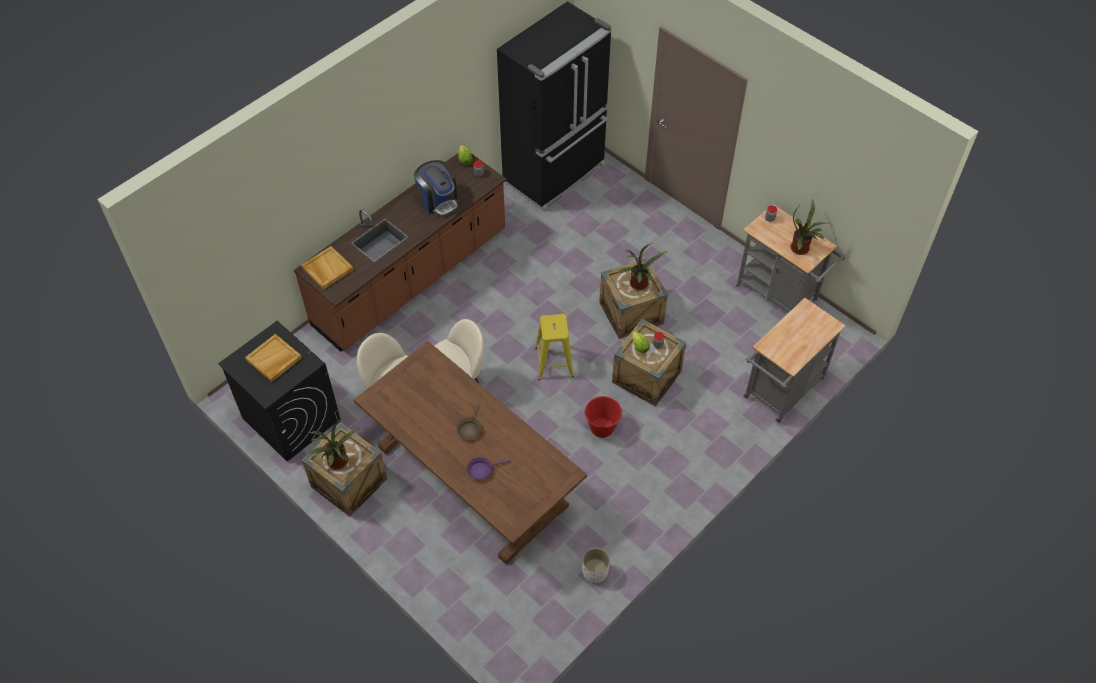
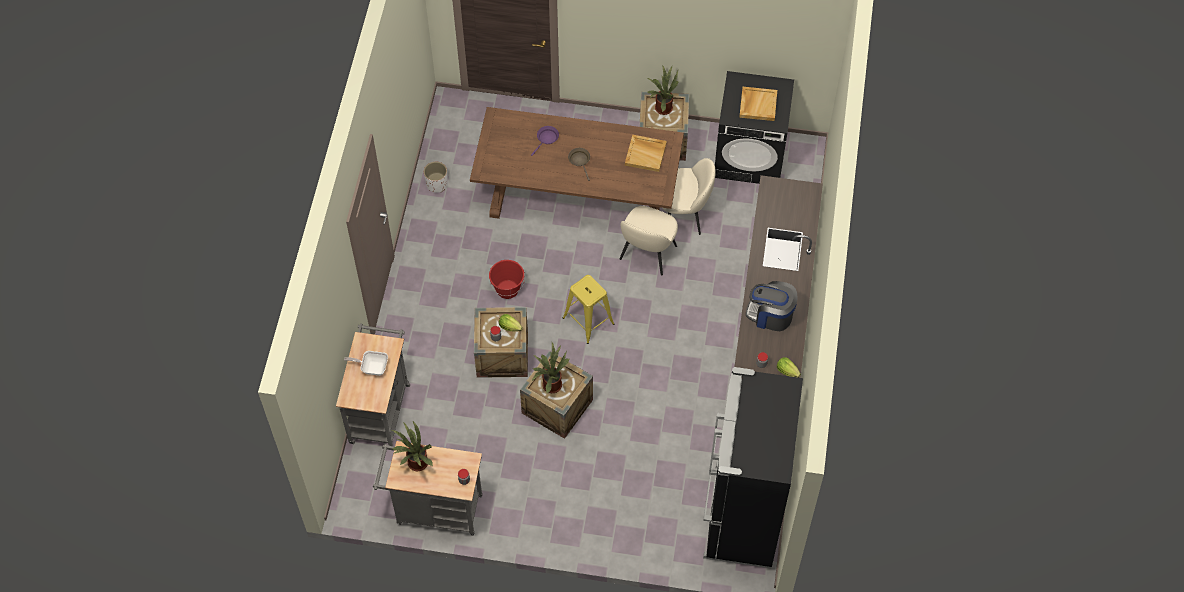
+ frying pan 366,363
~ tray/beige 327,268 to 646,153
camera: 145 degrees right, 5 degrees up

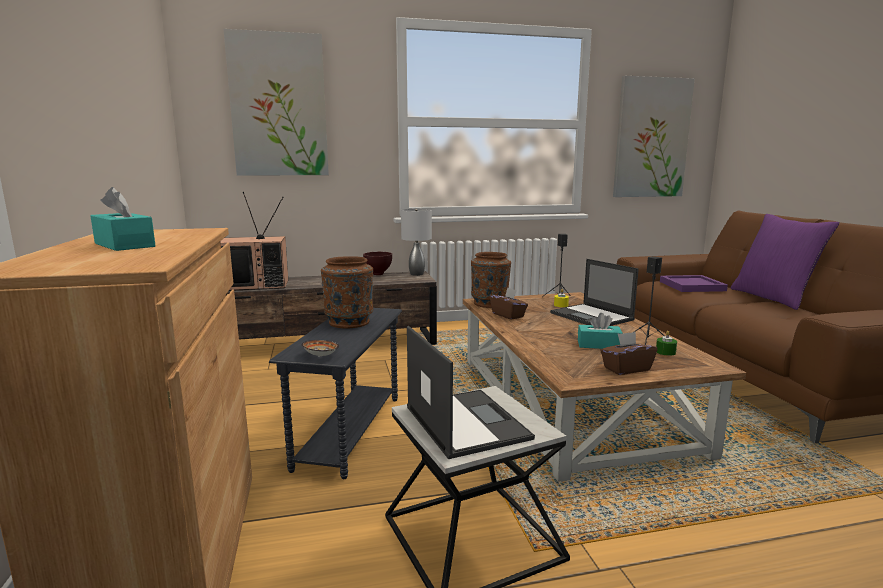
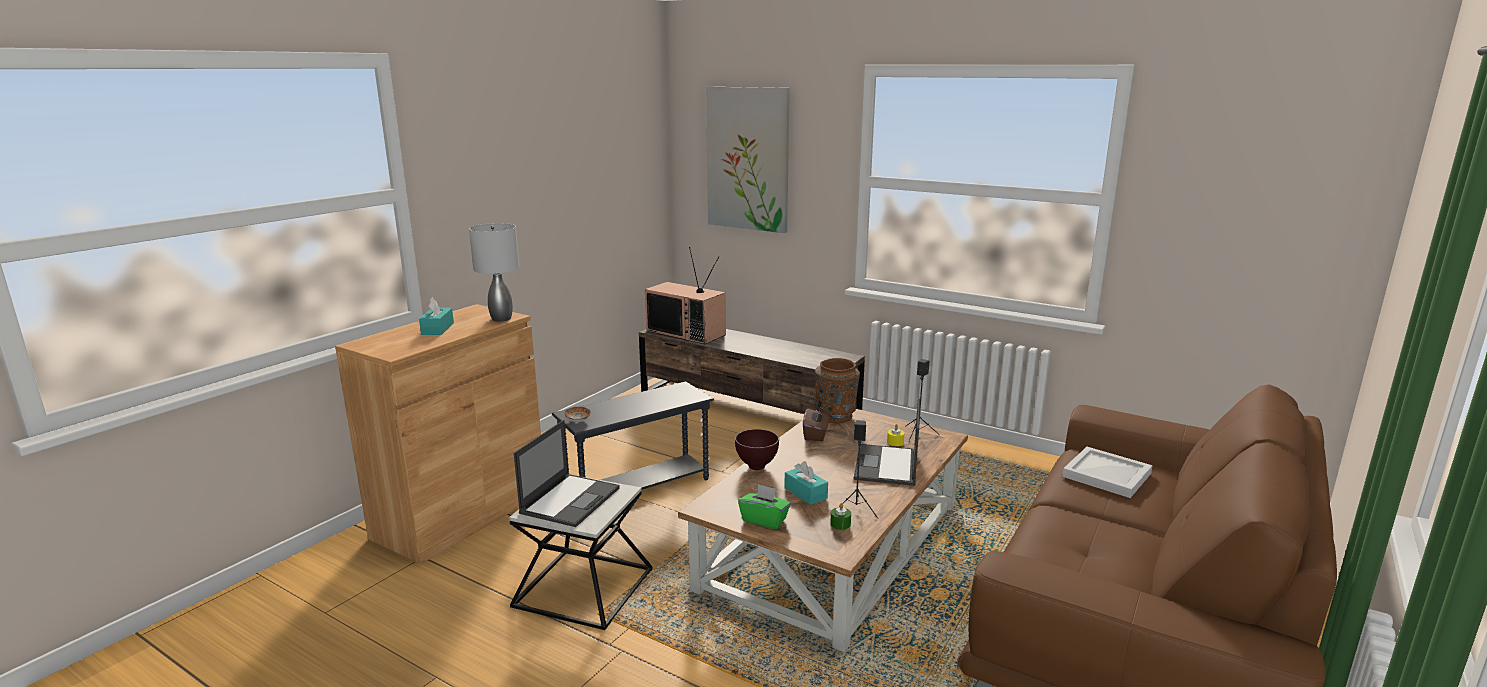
- vase/brown 347,292
- picture 654,136
- pillow/purple 785,262
~ bowl/brown 377,263 to 757,449
~ table lamp/grey 416,242 to 494,272
~ tissue box/brown 629,353 to tissue box/green 764,506
~ tray/purple 694,283 to tray/white 1107,472
camera: 45 degrees right, 5 degrees up

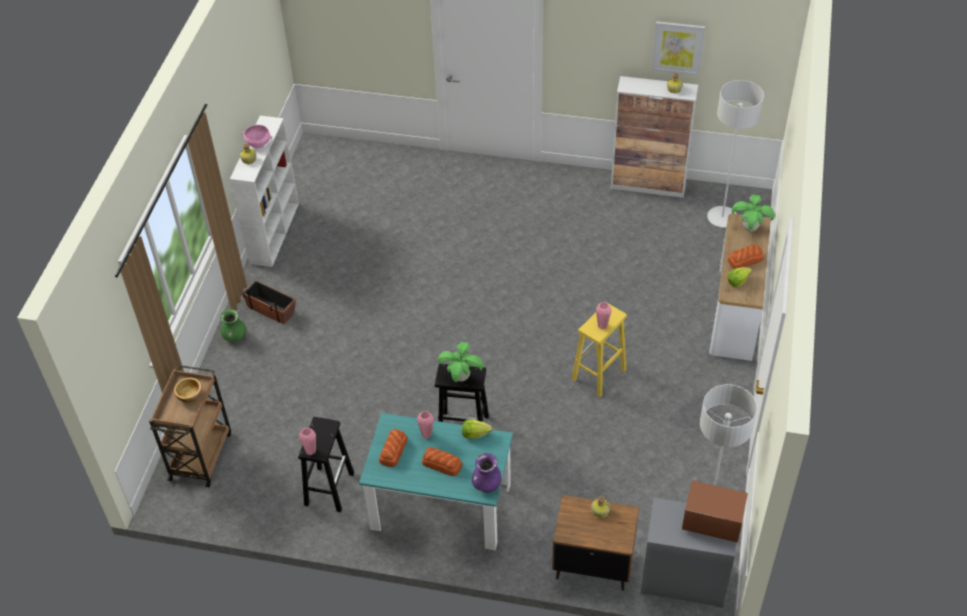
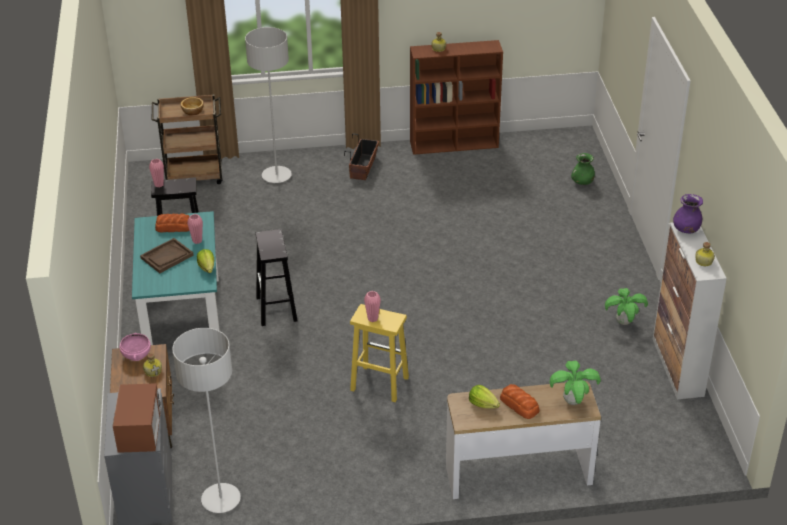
- picture 678,48
~ vase/green 233,325 to 583,169
~ bowl/pink 257,136 to 135,347
~ potted plant 460,362 to 626,306
~ vase/purple 487,473 to 688,213
~ floor lamp/grey 735,153 to 268,105
~ bread 442,461 to tray/brown 167,255
~ bookcase/white 264,191 to bookcase/brown 456,97
camera: 70 degrees right, 10 degrees down

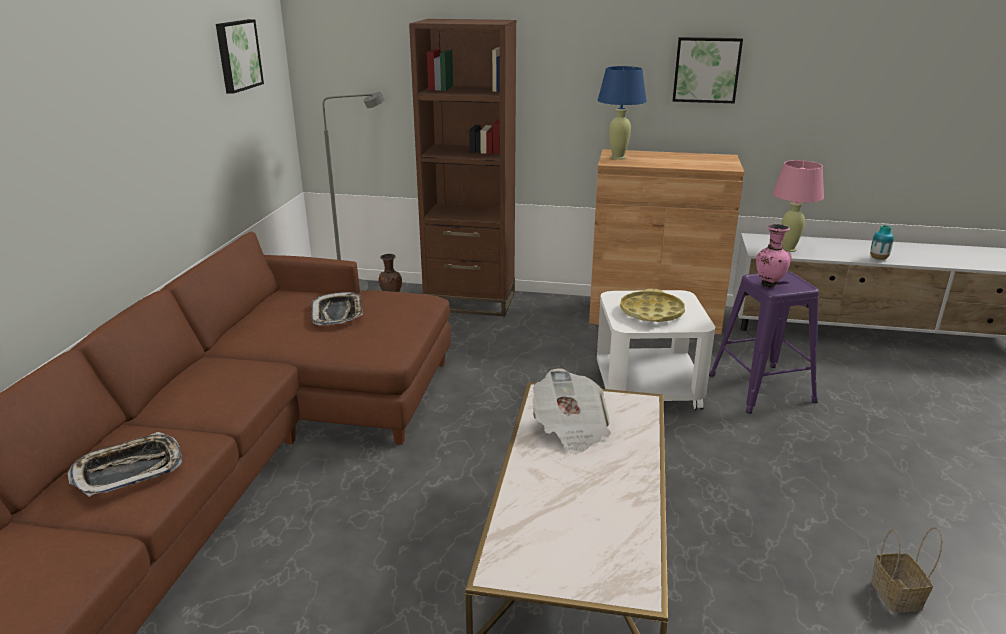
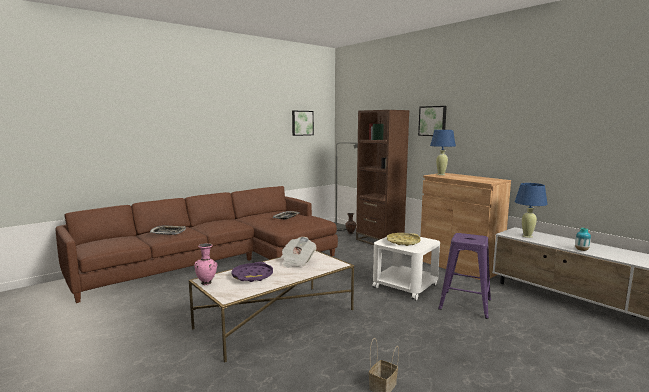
+ tray/purple 252,272
~ picture 708,70 to 432,121
~ vase/pink 774,256 to 206,264
~ table lamp/pink 798,206 to table lamp/blue 531,210
camera: 40 degrees right, 15 degrees down

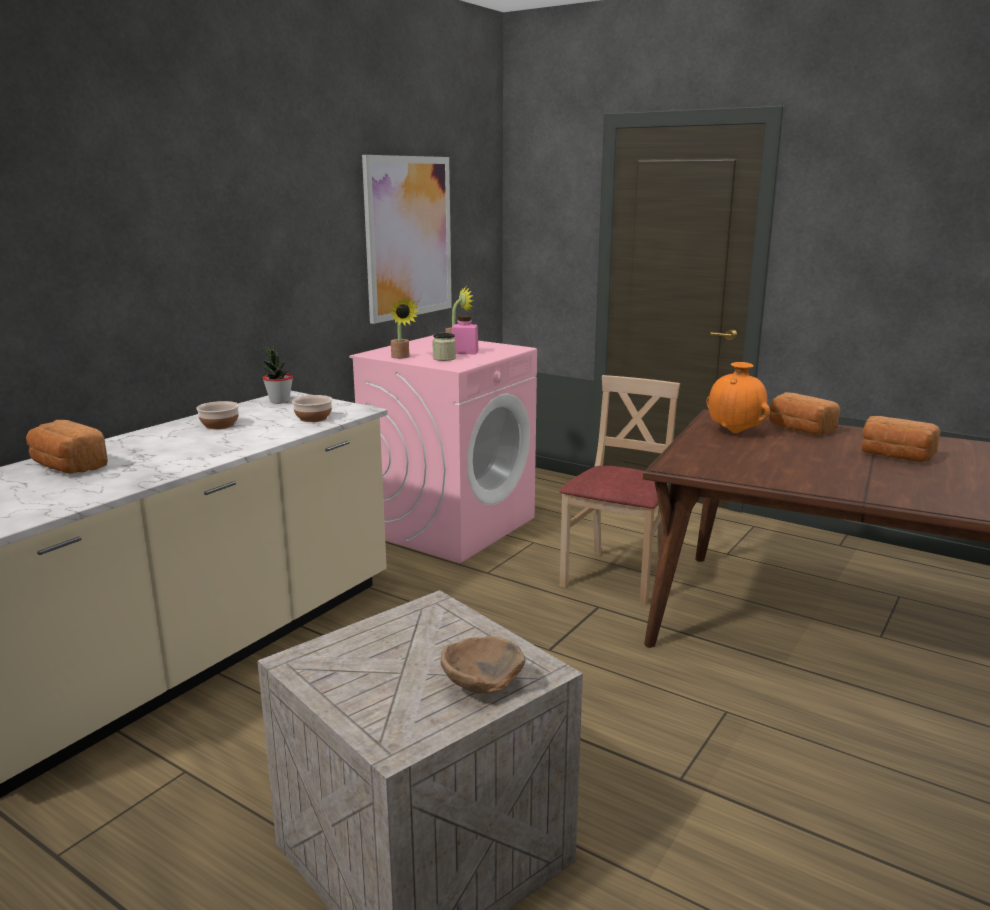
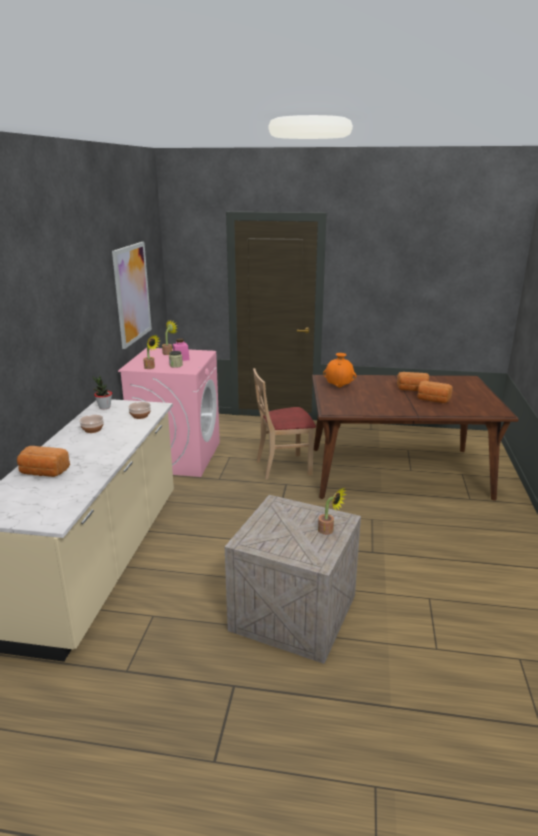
~ bread 804,413 to 435,392
~ bowl/brown 482,665 to potted plant 332,511
~ chair/beige 619,490 = 284,423 105 degrees counterclockwise
camera: 25 degrees left, 5 degrees up

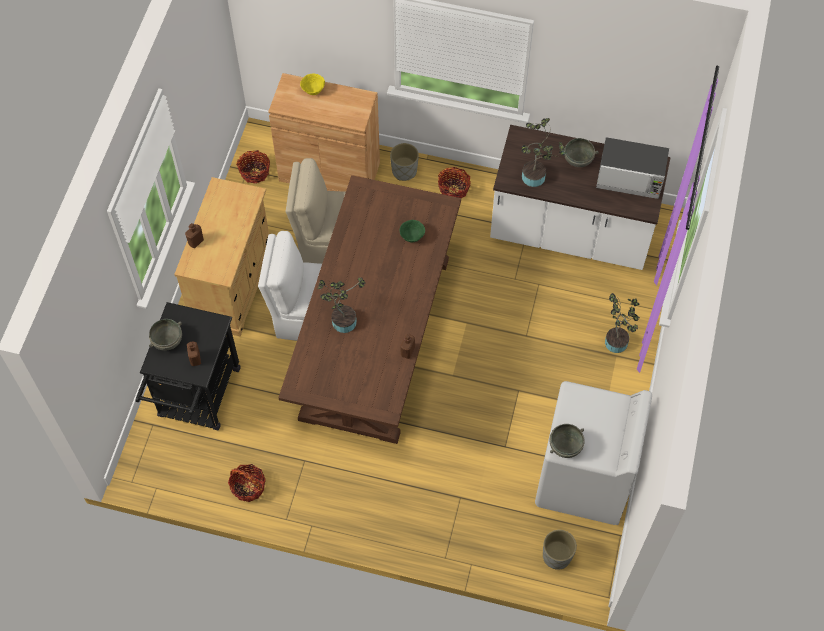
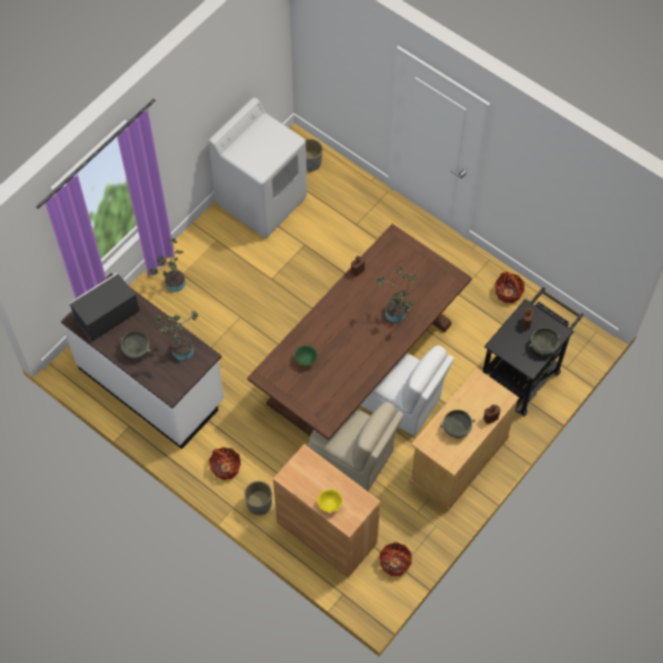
~ bowl/grey 567,441 to 457,424
~ microwave 632,168 = 104,307 75 degrees counterclockwise
camera: 155 degrees left, 0 degrees up

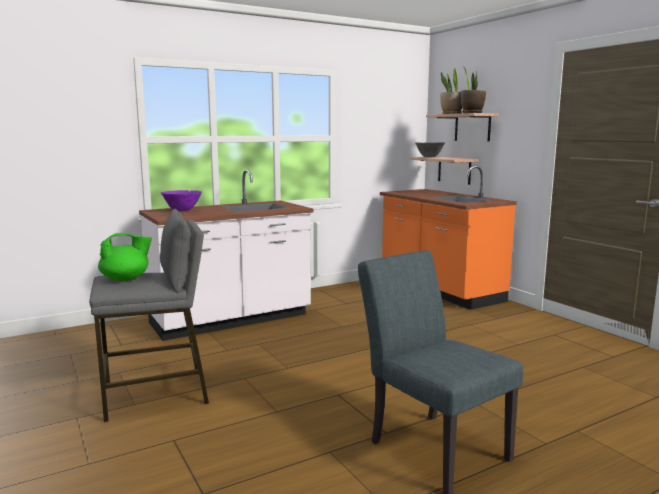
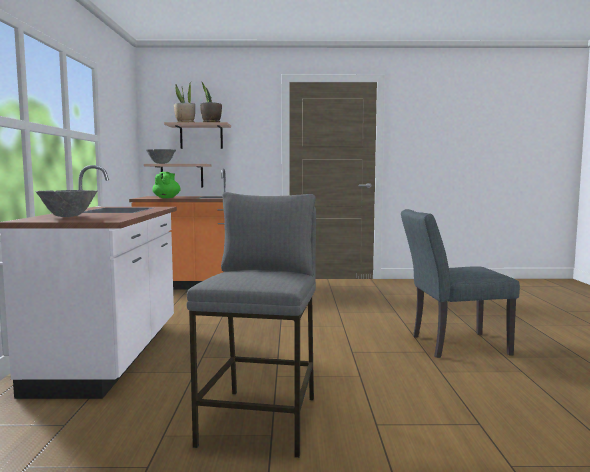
~ teapot/green 125,257 to 166,185
~ bowl/purple 181,200 to bowl/grey 66,203
camera: 60 degrees left, 5 degrees down

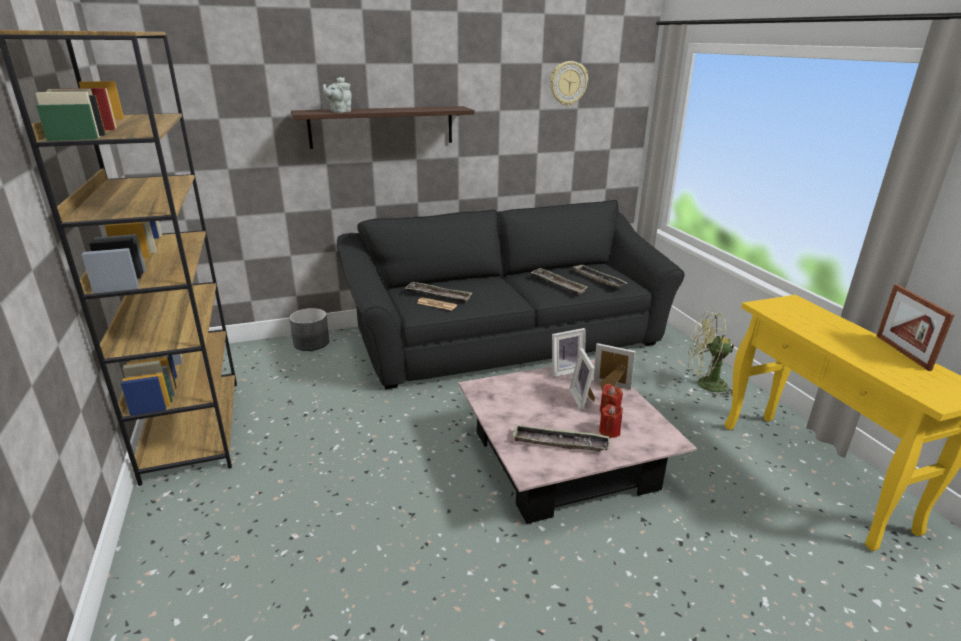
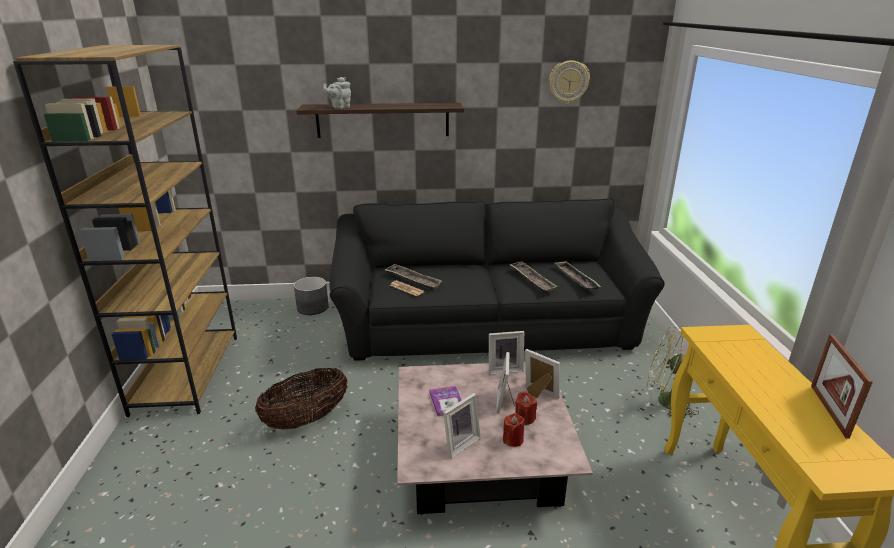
+ basket 301,399
+ book 445,401
~ tray 560,438 to picture frame 461,425
camera: 15 degrees right, 0 degrees up

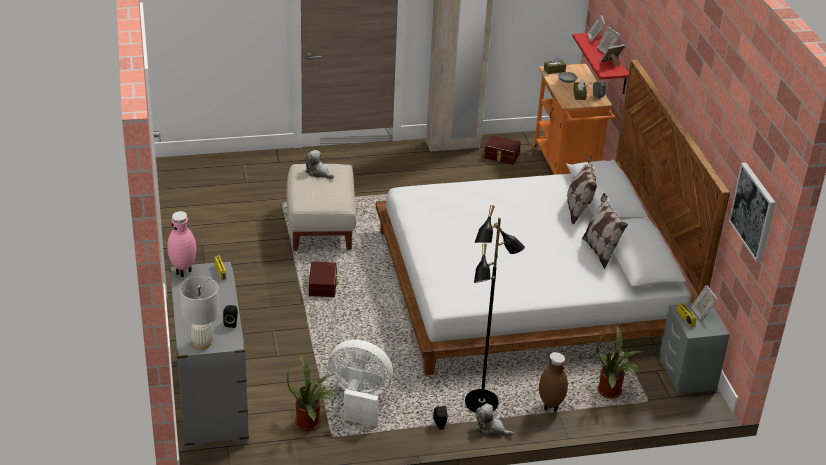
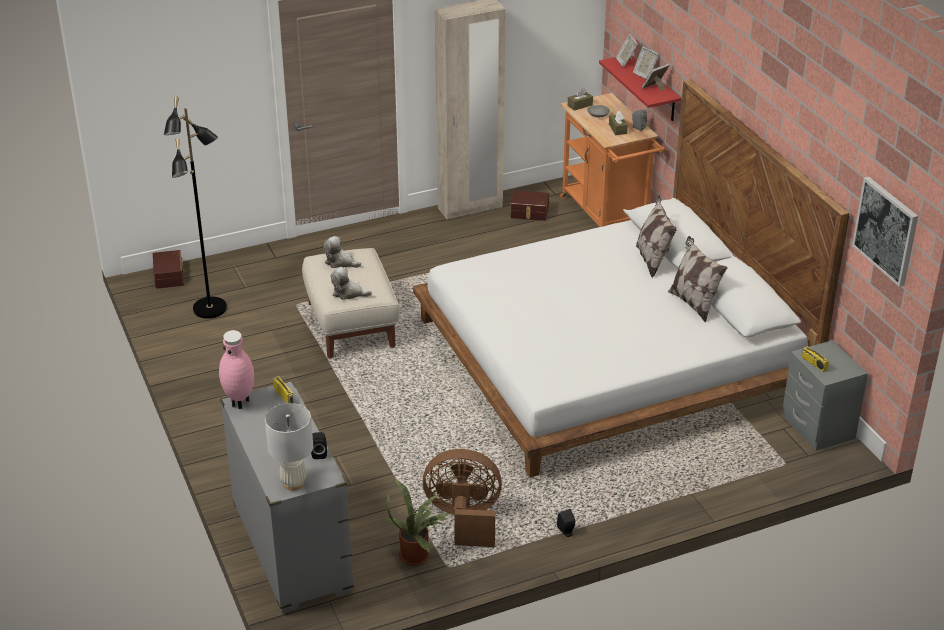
- vase/brown 553,382
- potted plant 620,362
- picture frame 704,302
~ storage box/brown 323,279 to 169,269
~ floor lamp/black 495,309 to 195,208
~ plush toy 494,420 to 351,283
~ fan/white 360,383 to fan/brown 462,498
camera: 10 degrees left, 0 degrees up

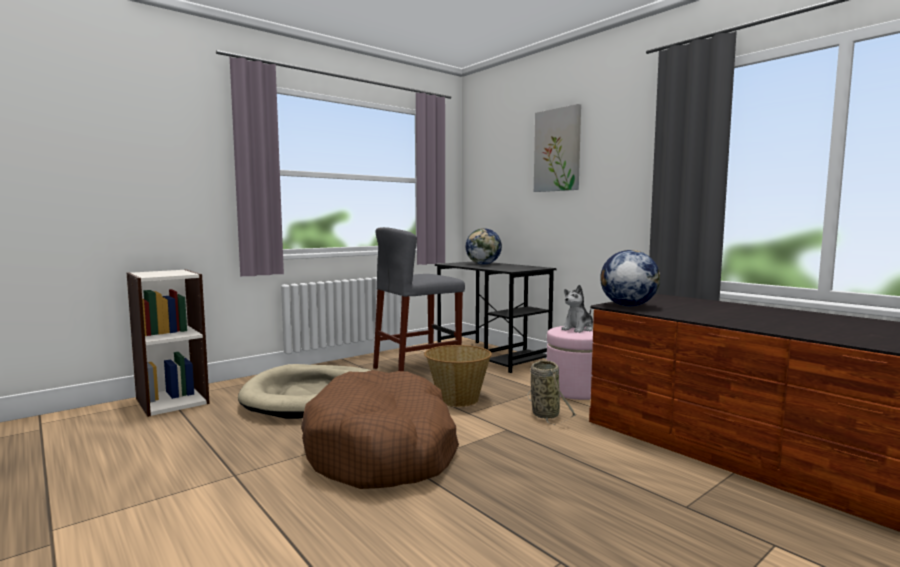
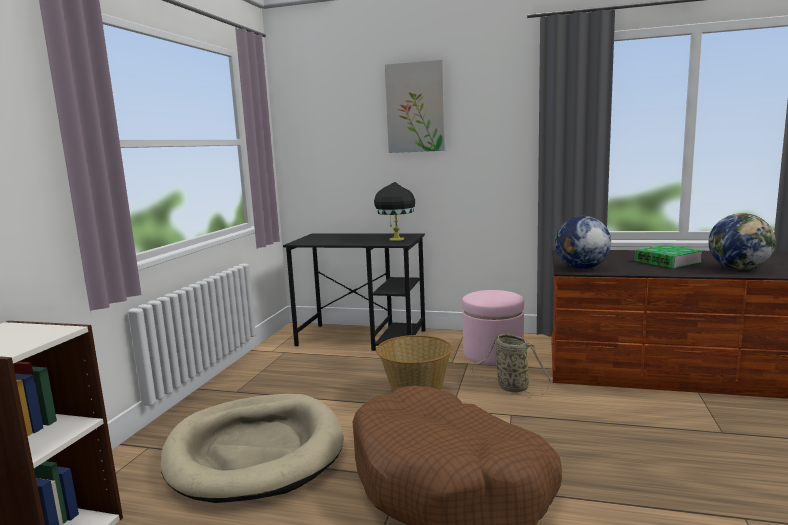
- stool/grey 419,299
- plush toy 577,309
+ table lamp/black 394,211
+ book 669,256
~ globe 484,246 to 742,241
camera: 35 degrees left, 5 degrees up

